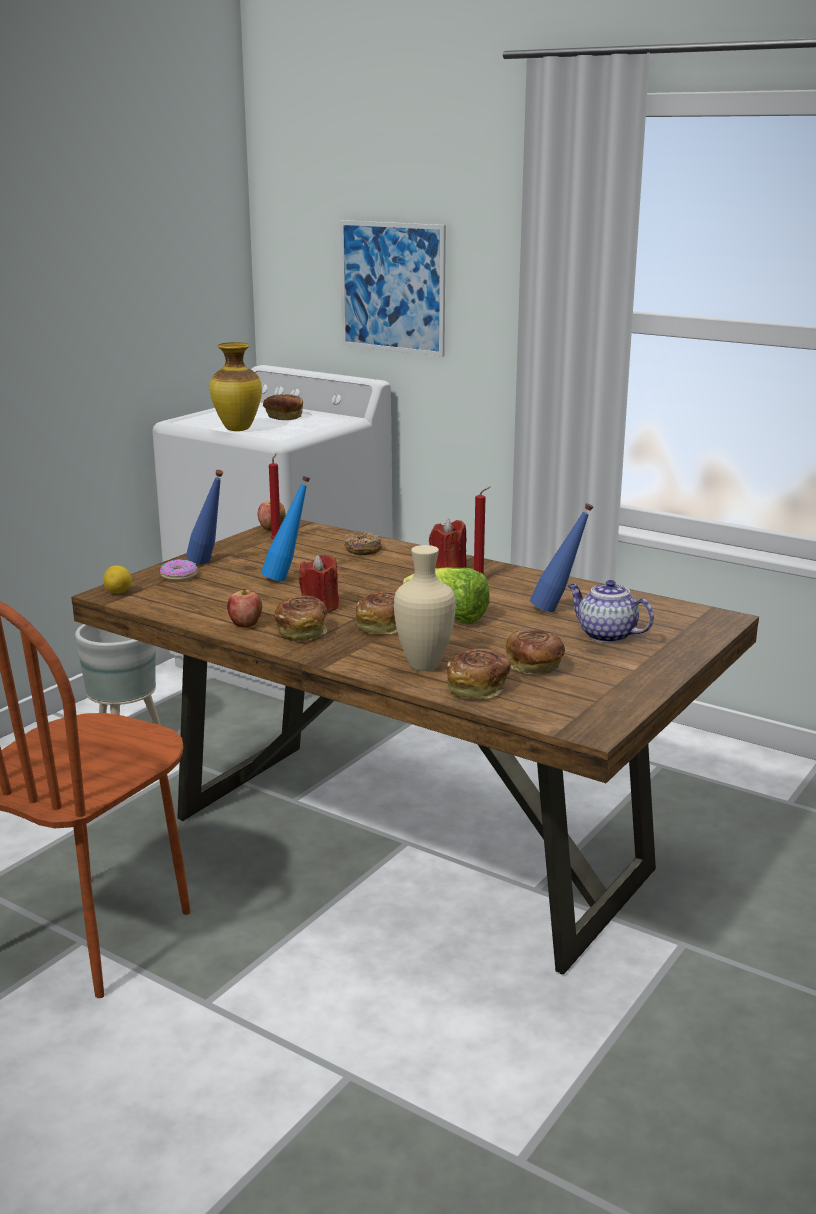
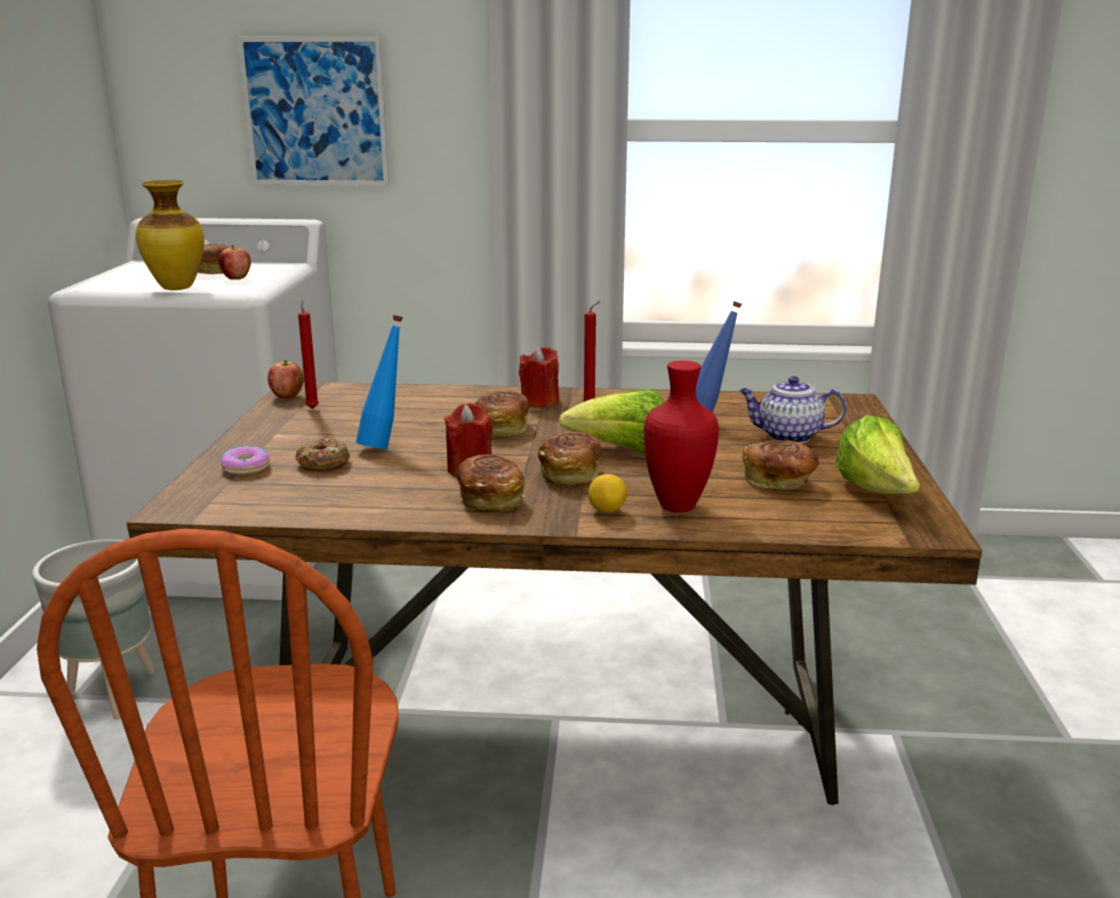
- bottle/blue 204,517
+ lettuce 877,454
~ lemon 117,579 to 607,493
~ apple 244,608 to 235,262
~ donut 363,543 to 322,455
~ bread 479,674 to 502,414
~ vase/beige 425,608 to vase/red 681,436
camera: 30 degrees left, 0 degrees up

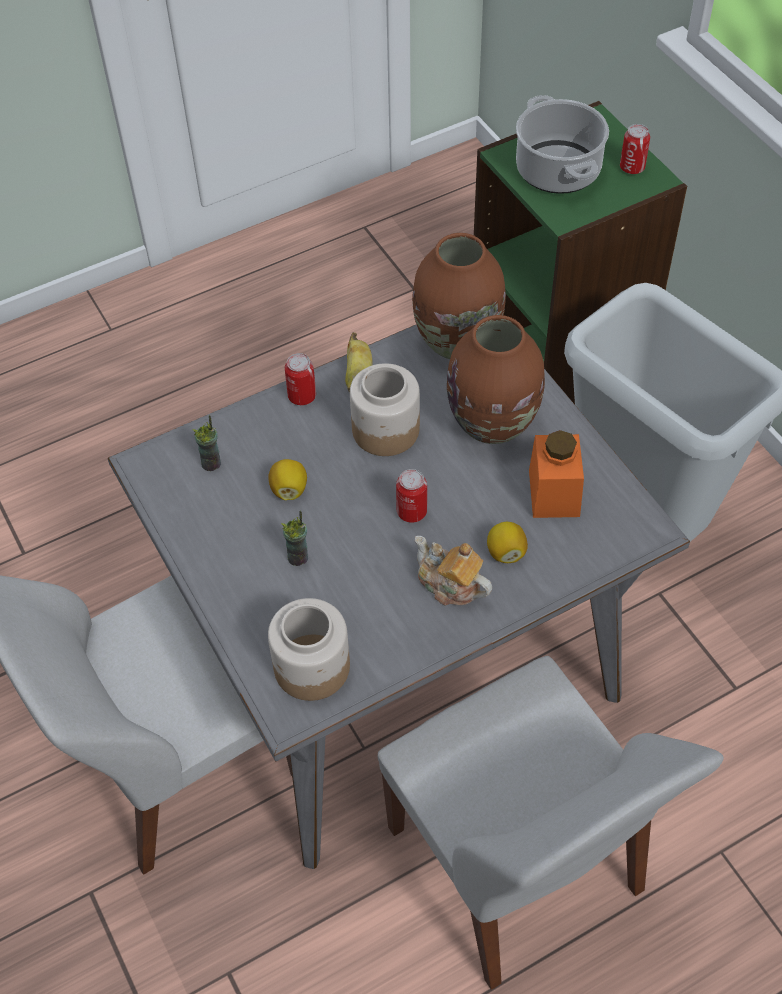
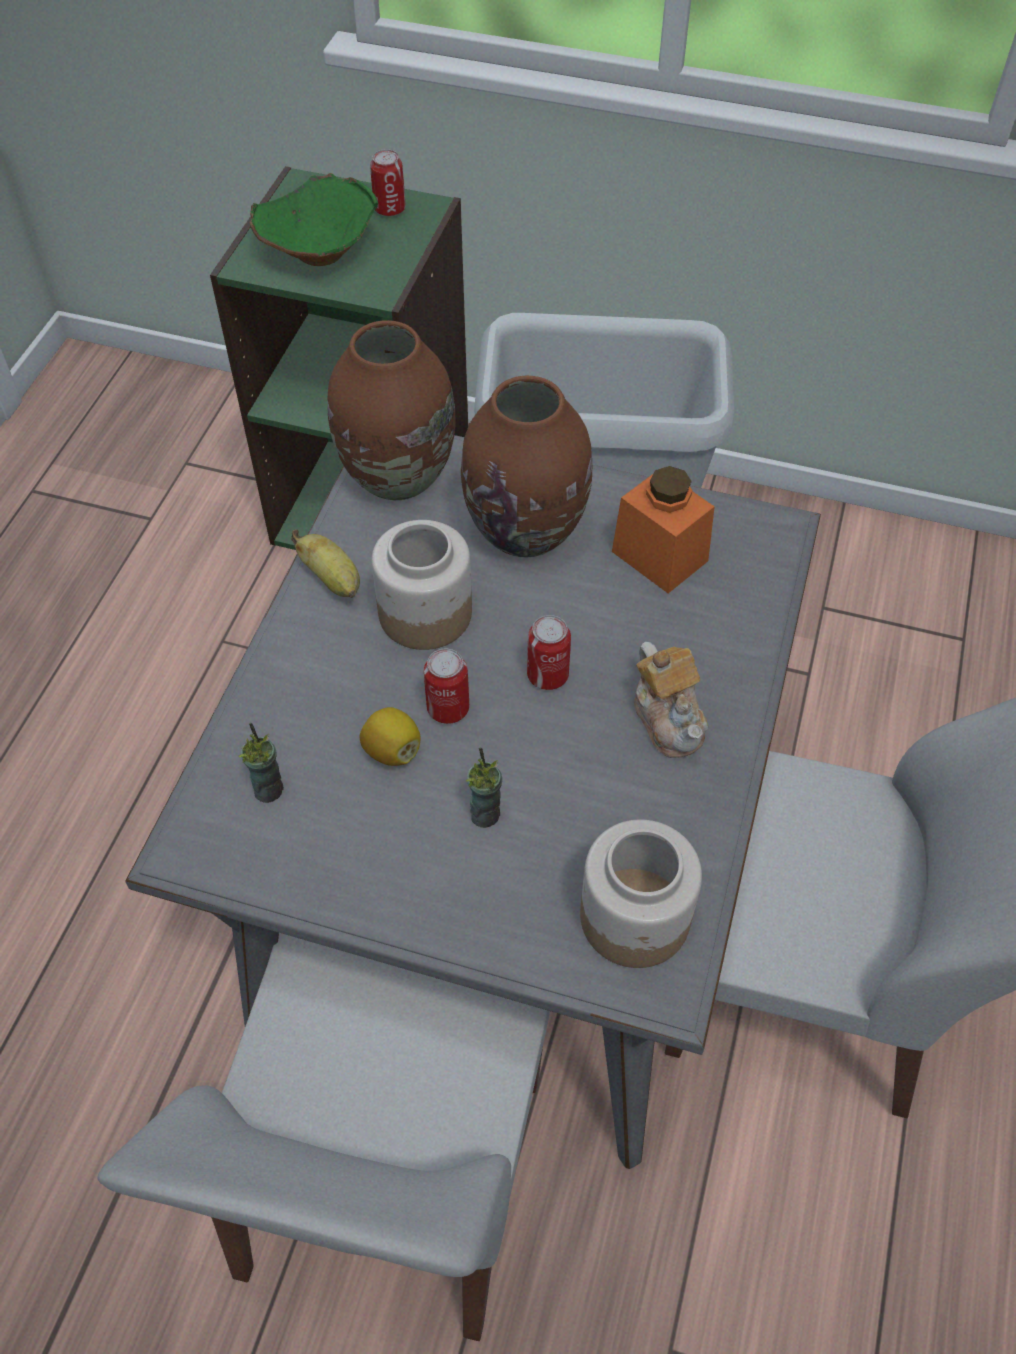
- lemon 507,542
~ can 300,379 to 446,686
~ cooking pot 562,144 to bowl/green 314,219
~ teapot 453,571 = 671,700 105 degrees counterclockwise
camera: 45 degrees left, 0 degrees up

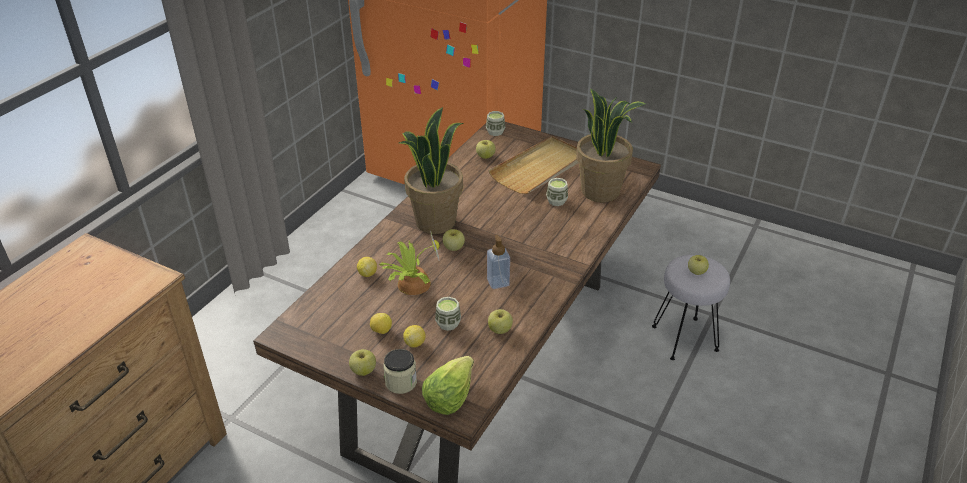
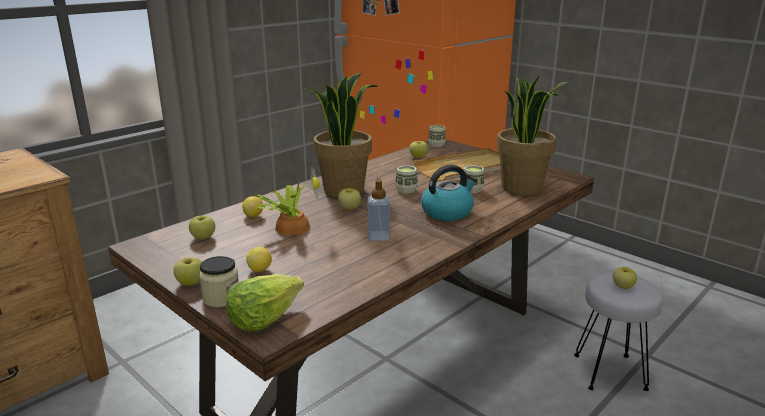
- lemon 381,323
+ kettle 449,193
~ cup 448,314 to 406,179
~ apple 500,321 to 202,227
camera: 15 degrees right, 15 degrees down

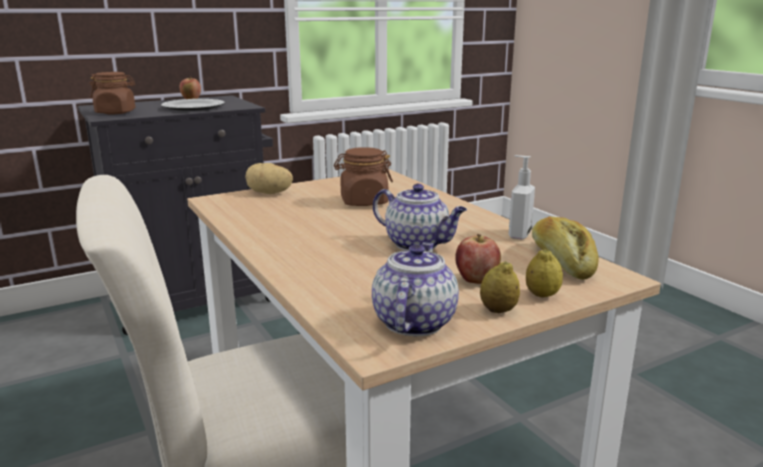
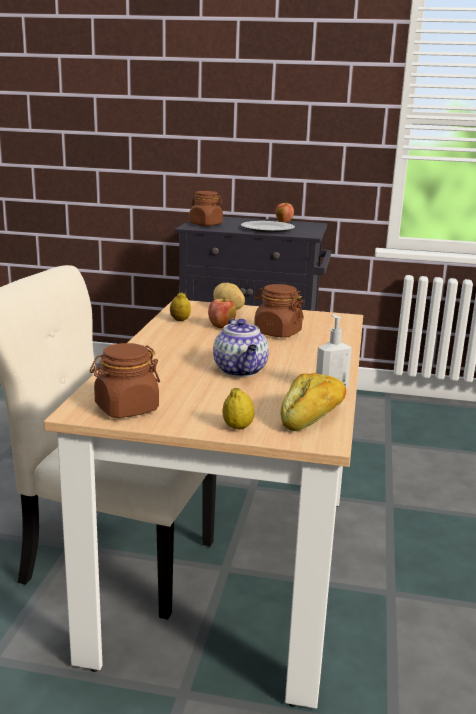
~ apple 478,259 to 222,312
~ lemon 500,287 to 180,306
~ teapot 415,289 to jar/brown 125,380
camera: 40 degrees right, 0 degrees up

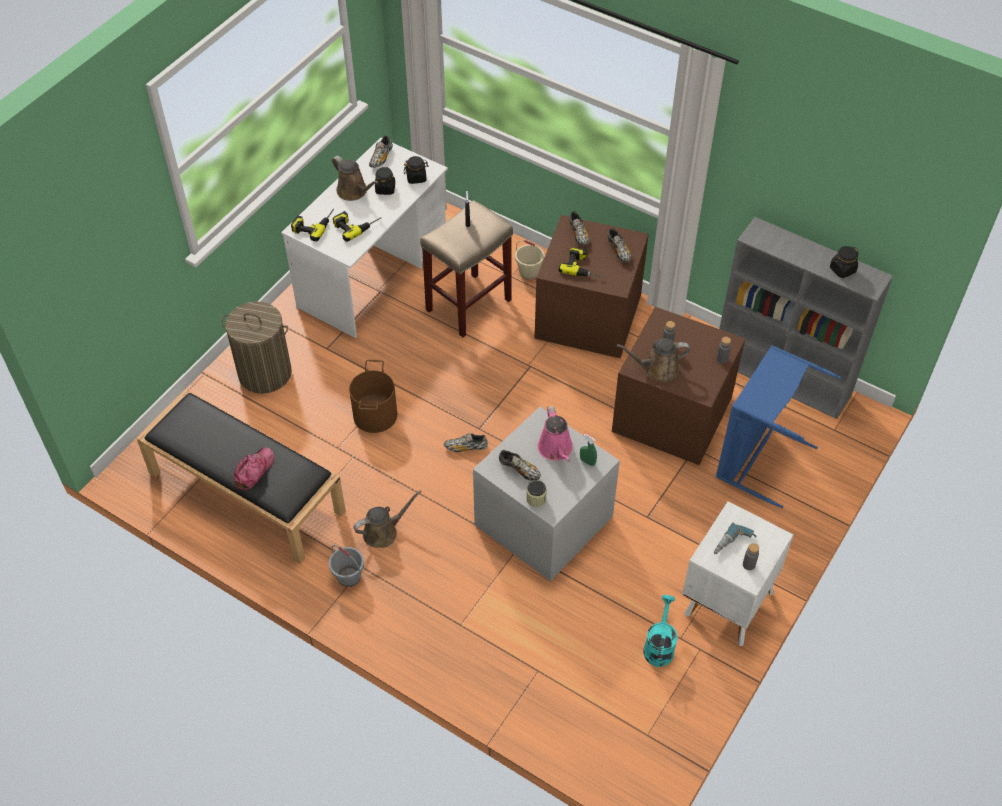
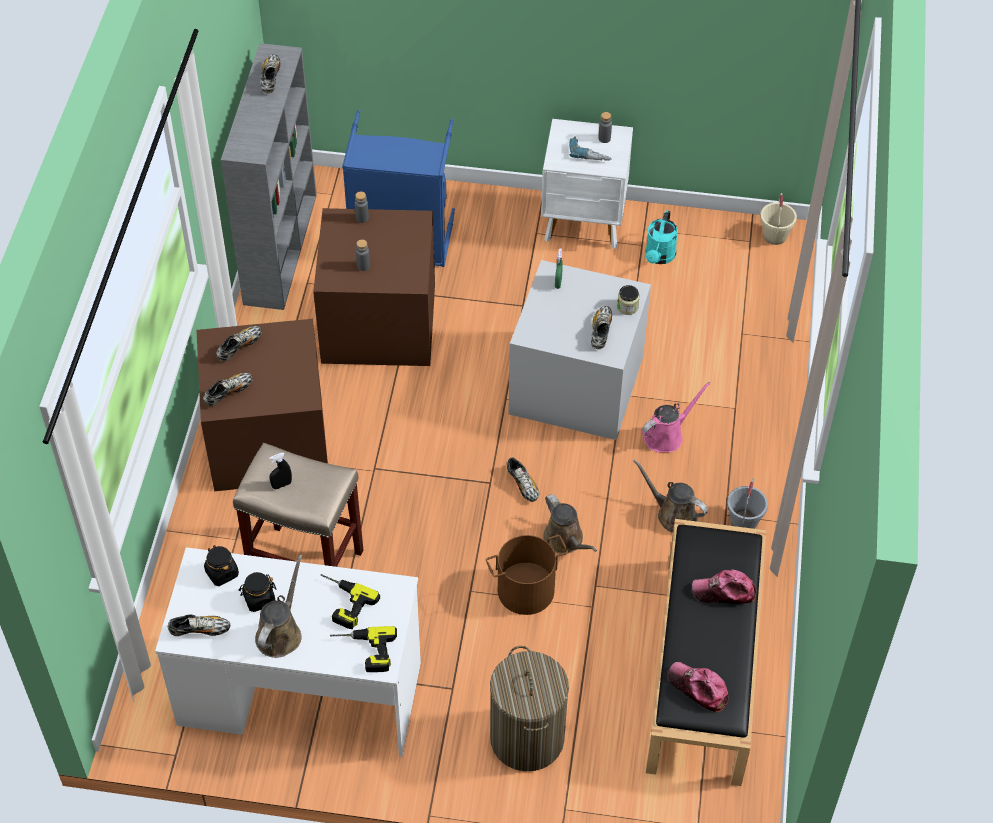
- power drill 581,262
+ cap 698,687
~ bucket/beige 530,259 to 778,219
~ watering can/pink 555,434 to 676,417
~ watering can/brown 653,360 to 570,524
~ jar/black 844,262 to shoe 270,73
~ watering can/turquoise 660,631 = 662,237 60 degrees counterclockwise
camera: 115 degrees left, 0 degrees up

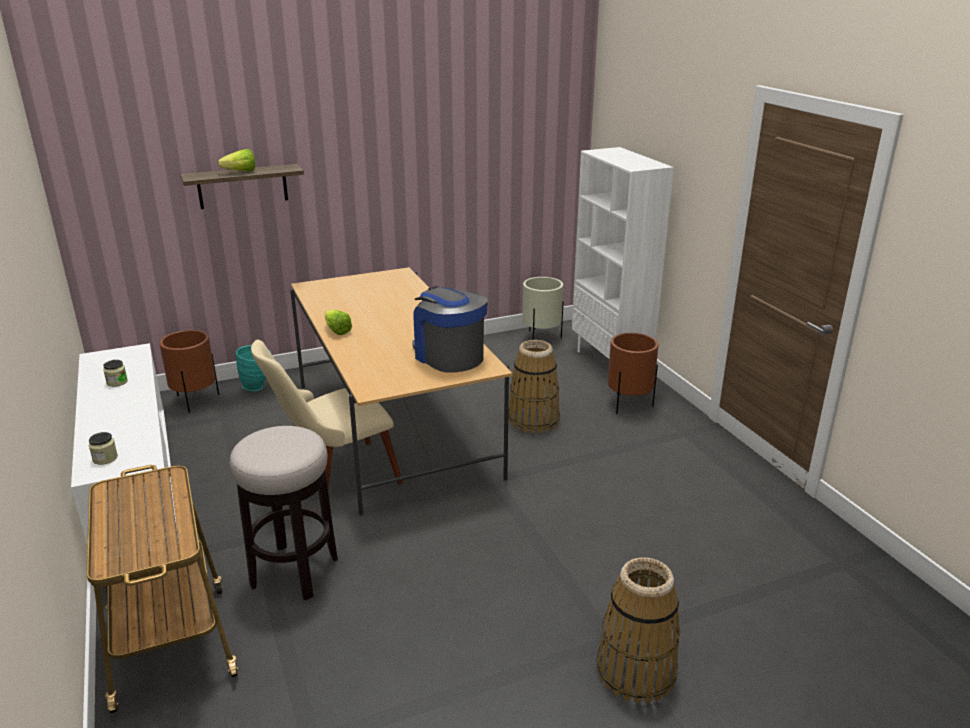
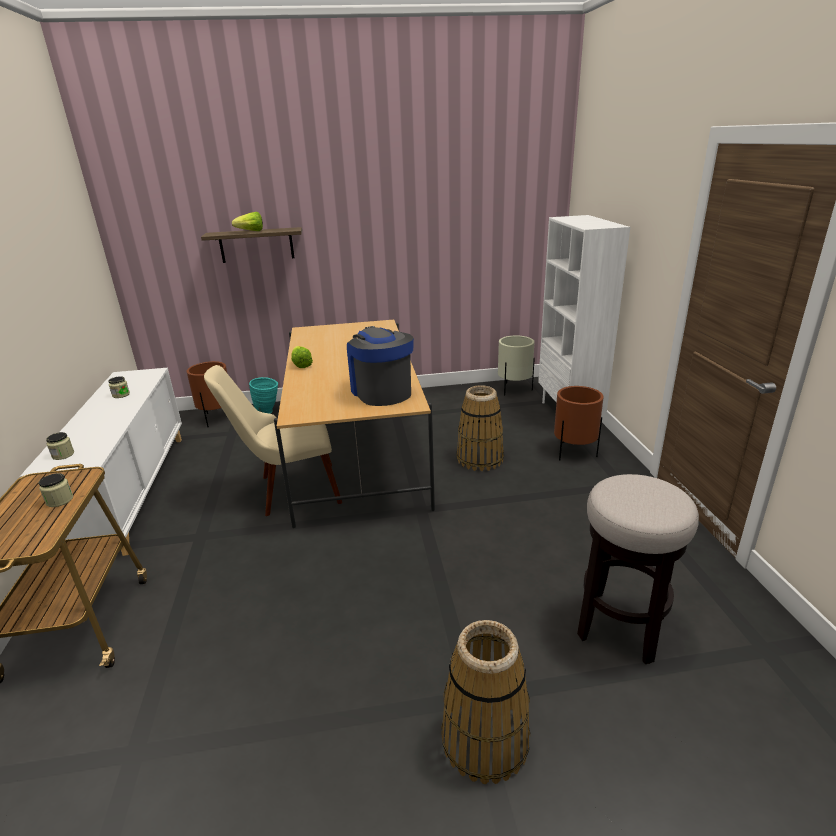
+ jar 56,490
~ stool 284,513 to 638,569
camera: 15 degrees right, 0 degrees up

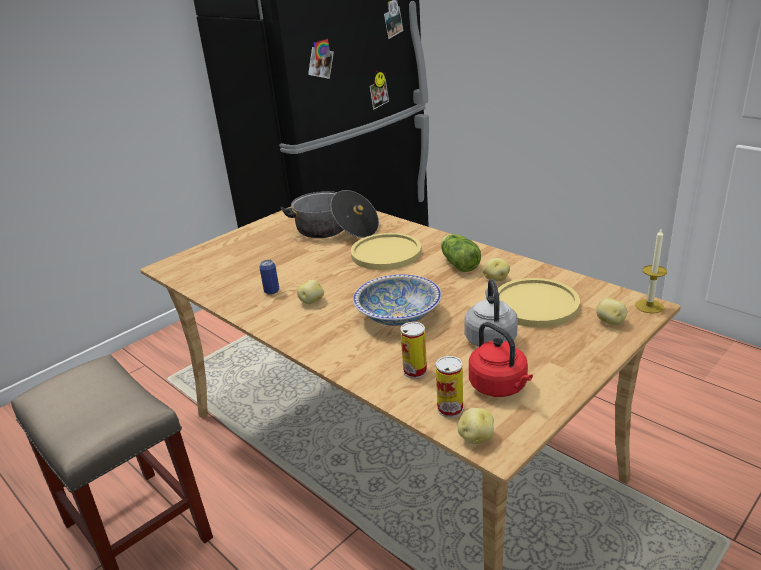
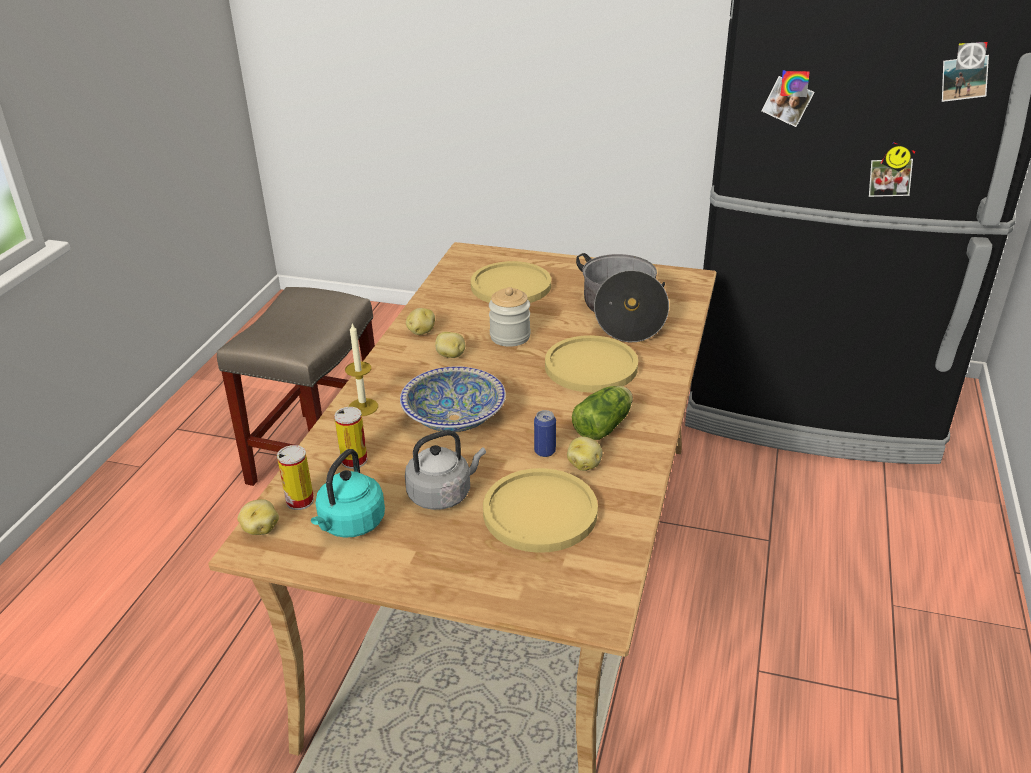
+ plate/yellow 511,282
+ jar 510,317
~ can 269,277 to 545,433
~ potato 612,311 to 420,321
~ candle 651,271 to 361,369
~ kettle/red 501,359 to kettle/turquoise 348,493
camera: 60 degrees right, 5 degrees up

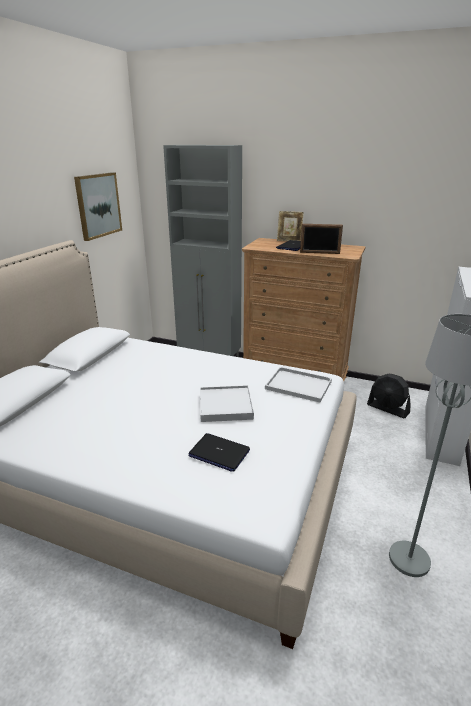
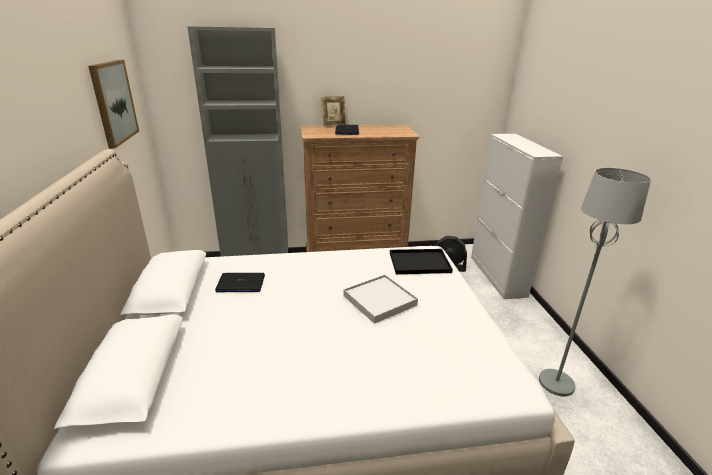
- picture frame 321,239
~ laptop 219,452 to 240,282
~ tray/white 298,384 to tray/black 421,261
camera: 30 degrees left, 0 degrees up

